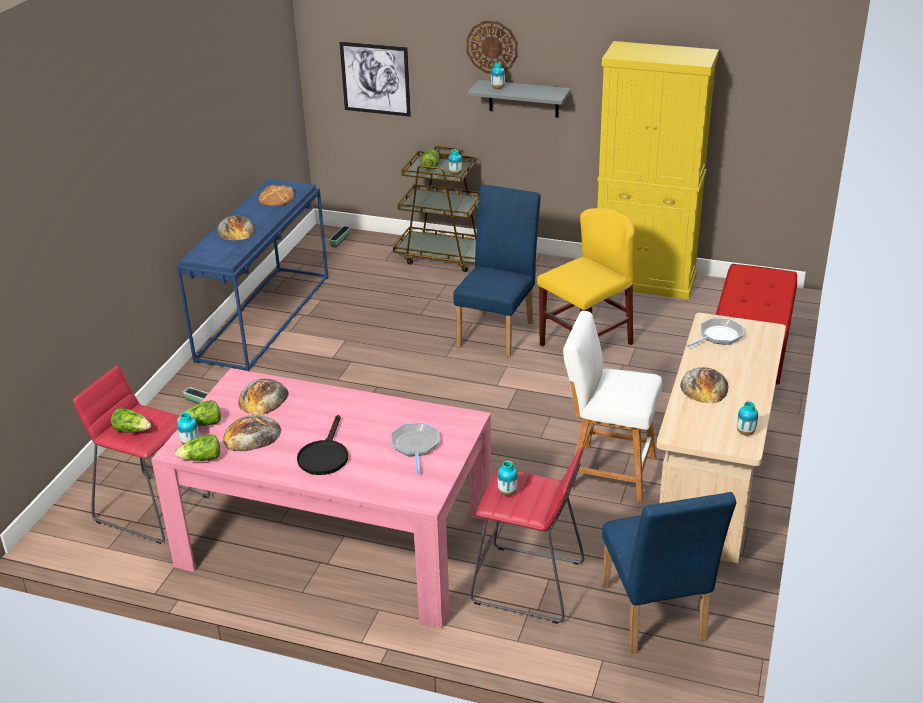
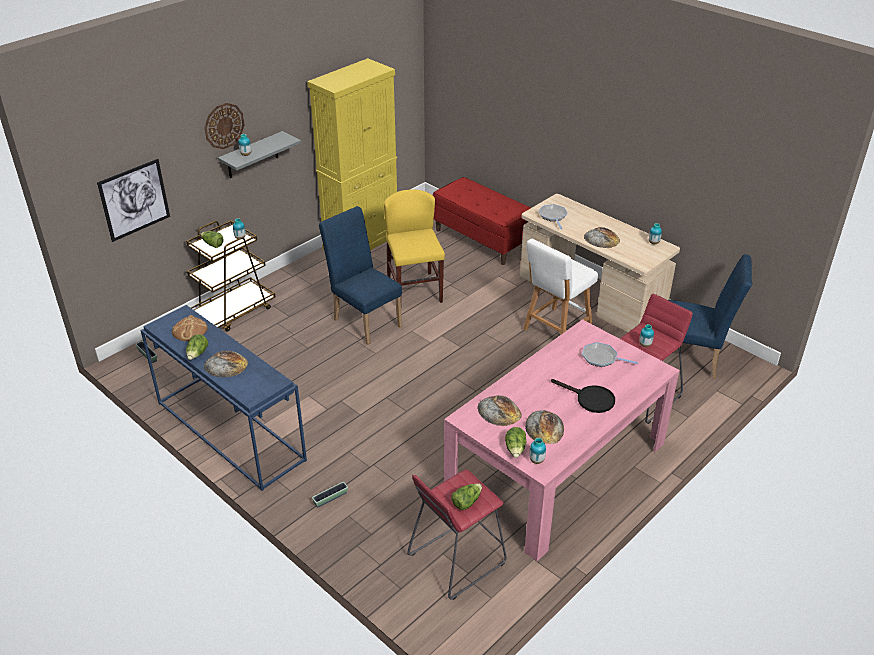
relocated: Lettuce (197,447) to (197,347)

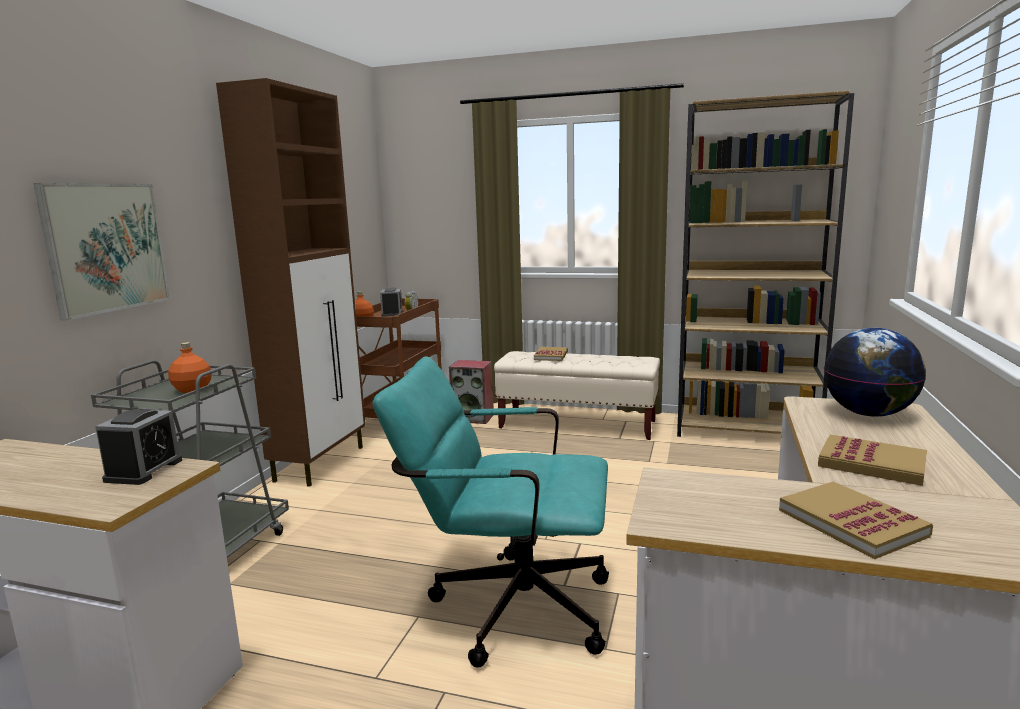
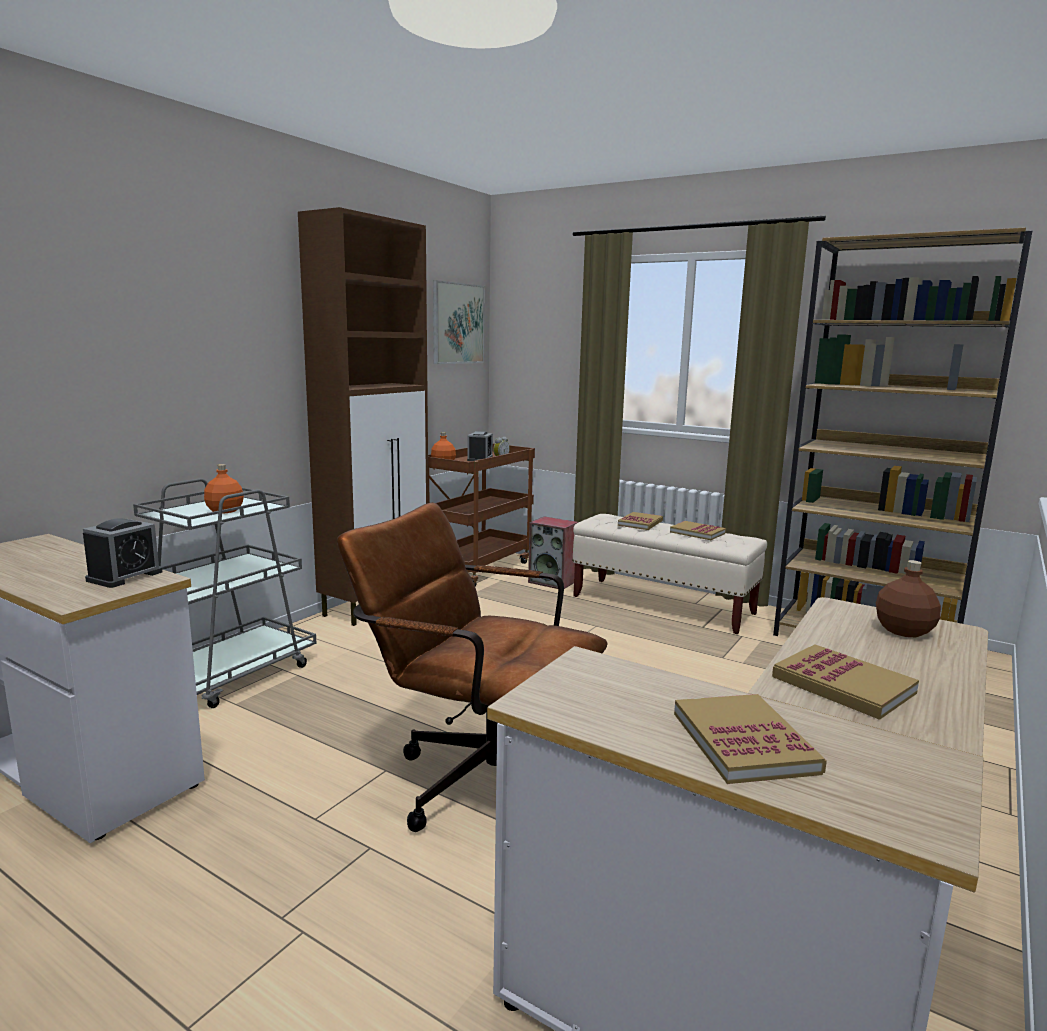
appeared: Book (698,530)
relocated: WallArt (102,252) to (459,322)
exchanged: WorldGlobe (875,372) to BrownishBeverageBottle (908,598)
colour: TurquoiseColouredDeskChair (491,511) to BrownishDeskChair (472,667)

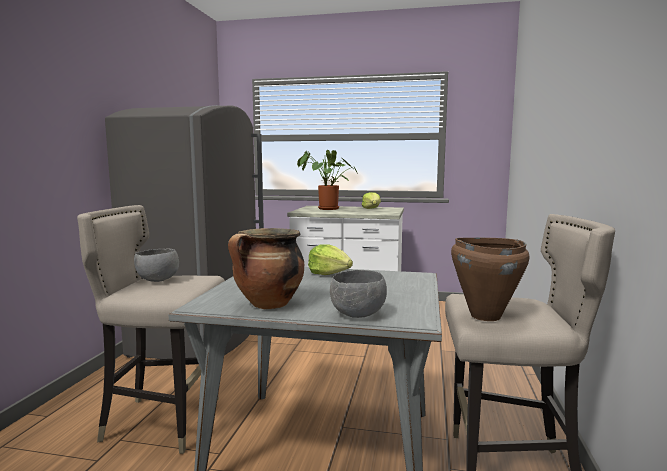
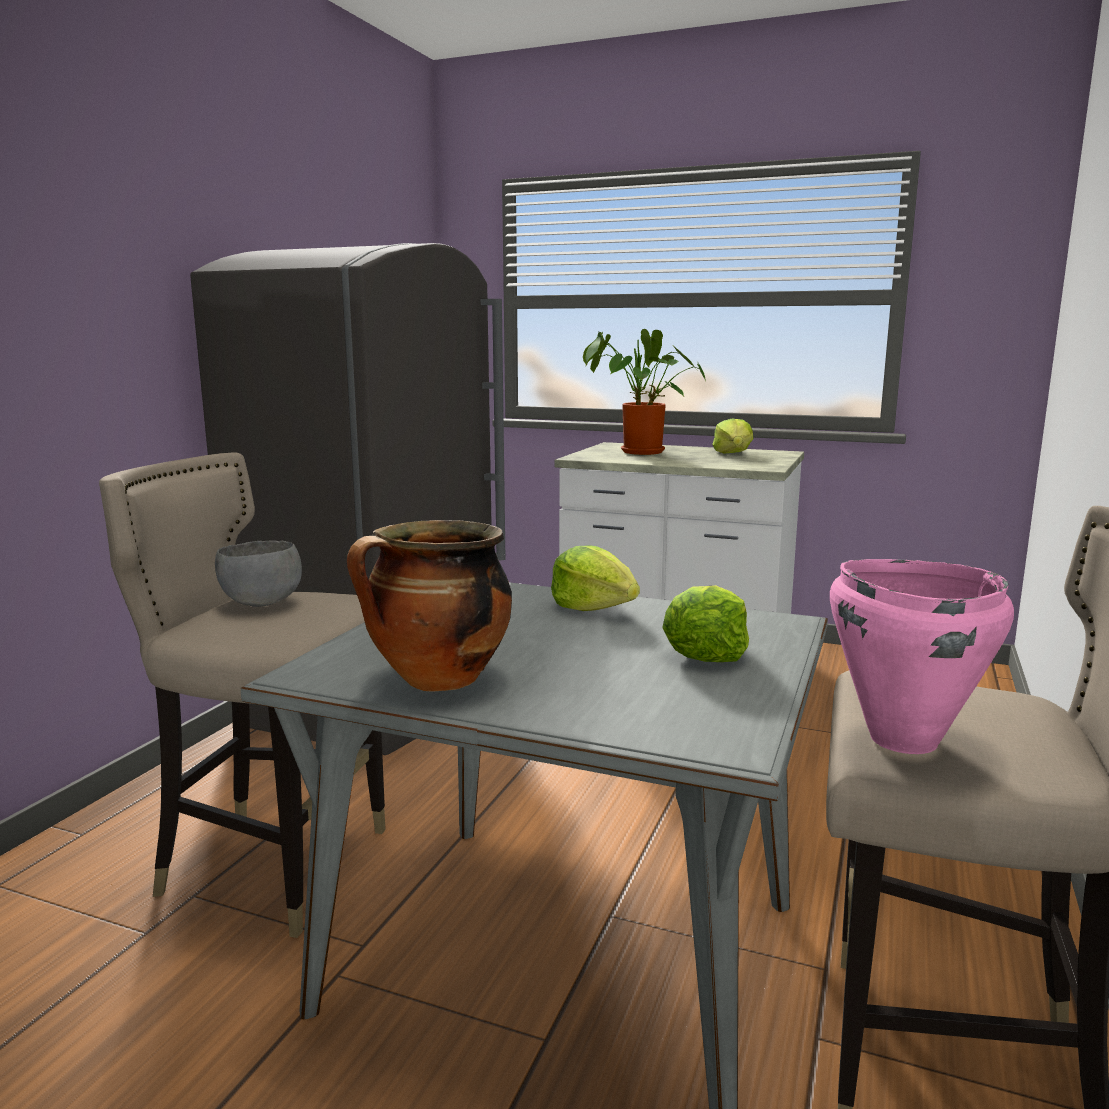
missing: GreyDeepDish (358,294)
appeared: Lettuce (705,623)
colour: BrownishSaucepot (490,279) to PinkishSaucepot (922,656)

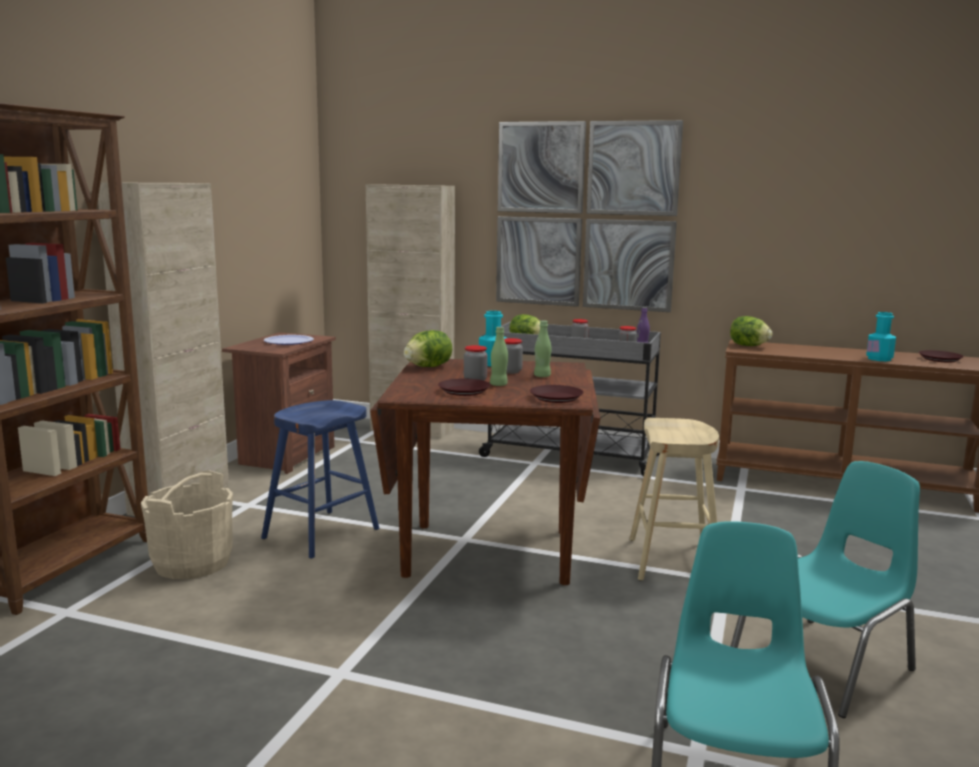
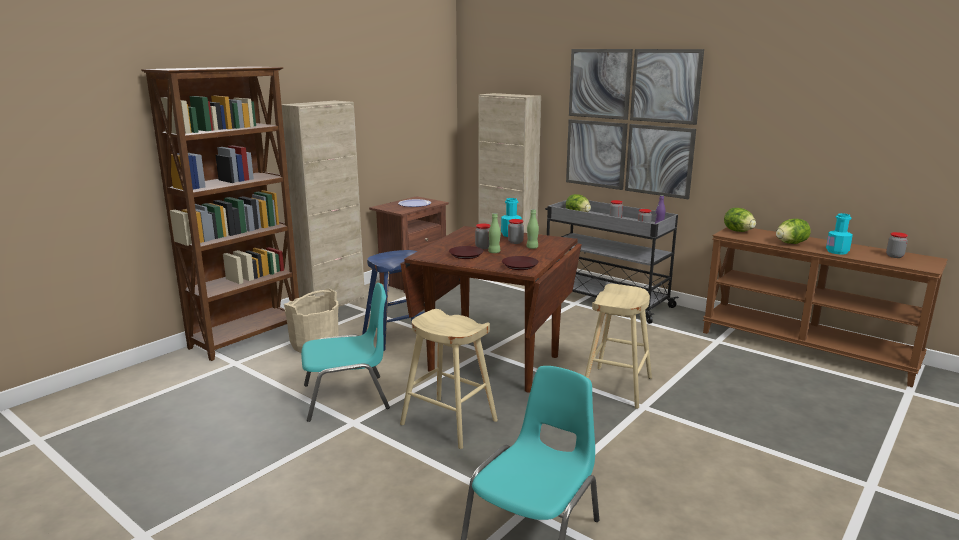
appeared: SandColouredSittingStool (449,379)
relocated: TurquoiseColouredPlainChair (825,589) to (345,352); Lettuce (428,348) to (793,231)
exchanged: BrownishPlate (941,356) to StorageJar (897,245)

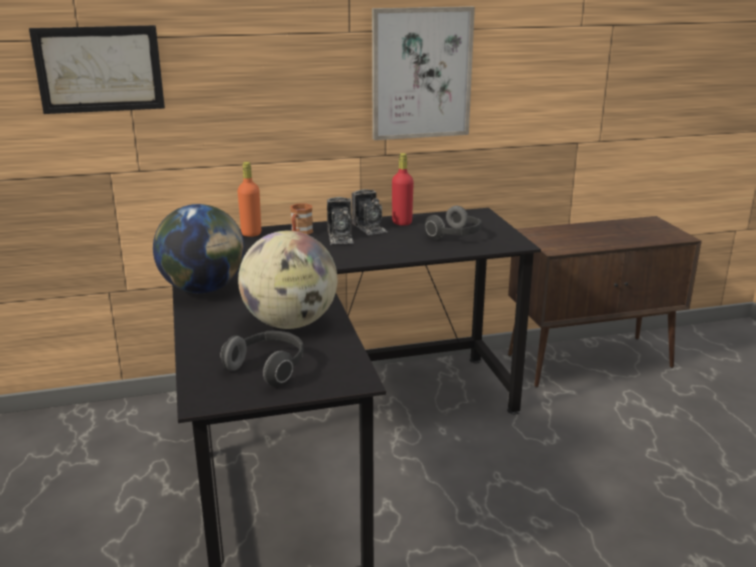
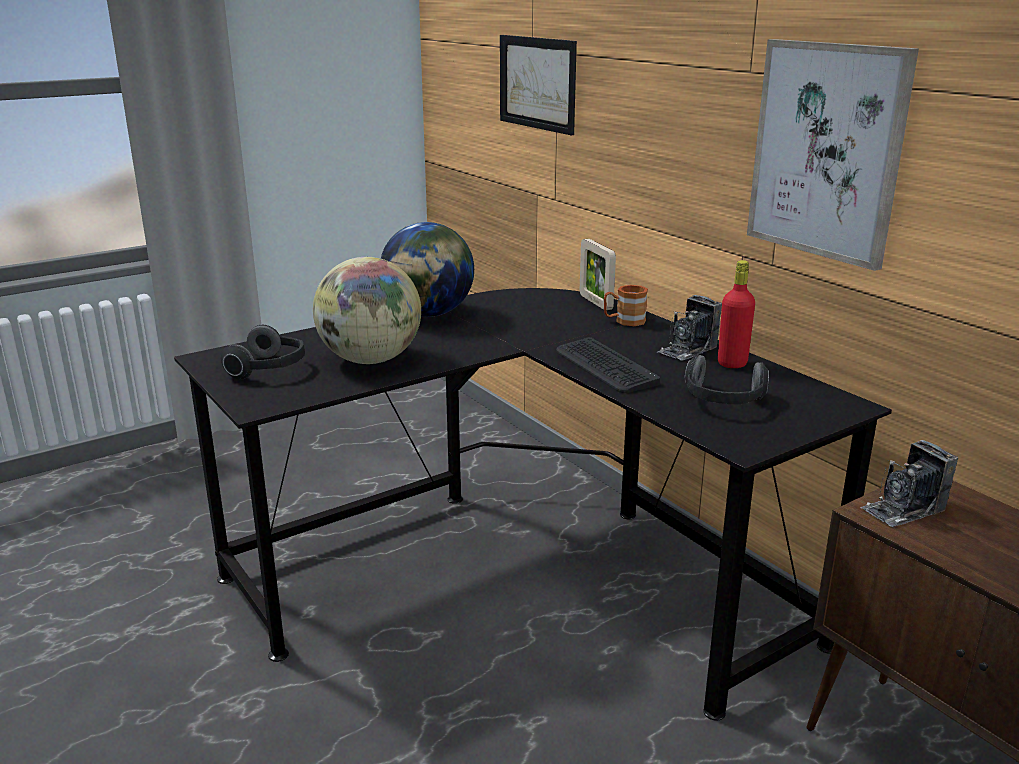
appeared: ComputerKeyboard (608,365)
relocated: StillCamera (340,220) to (909,483)
exchanged: OrangeColouredBeverageBottle (249,199) to PictureFrame (598,274)

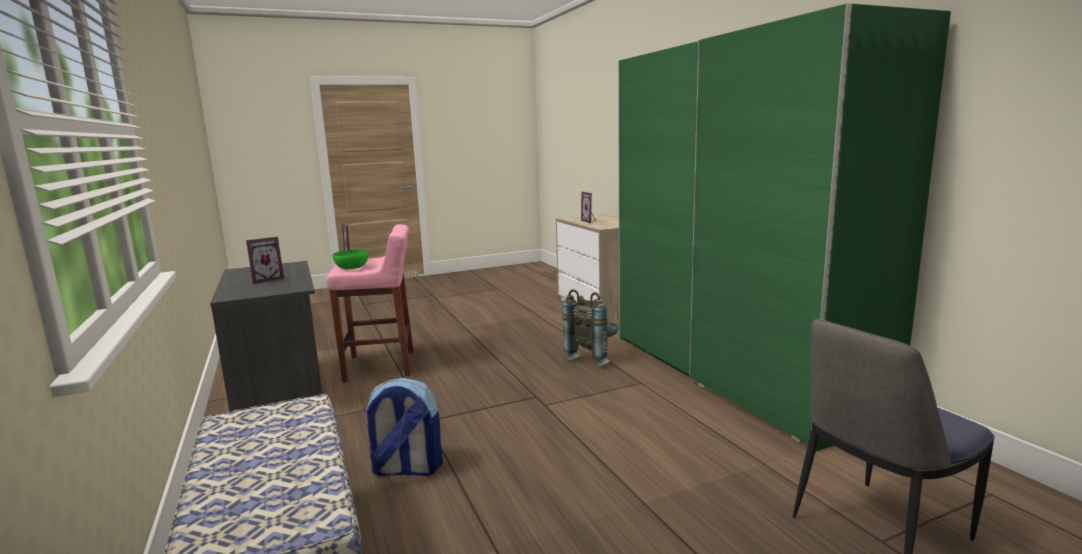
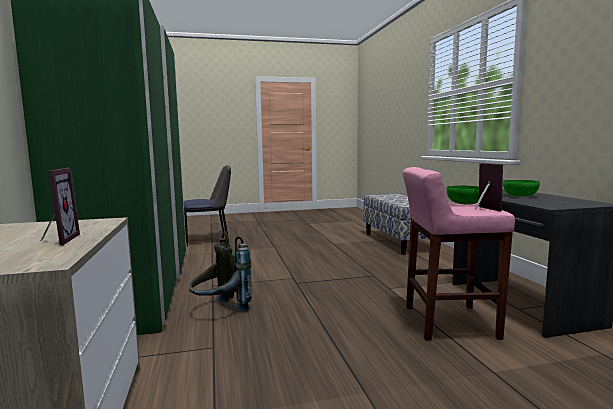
missing: Knapsack (403,427)
exchanged: PictureFrame (265,260) to GreenishDeepDish (521,188)

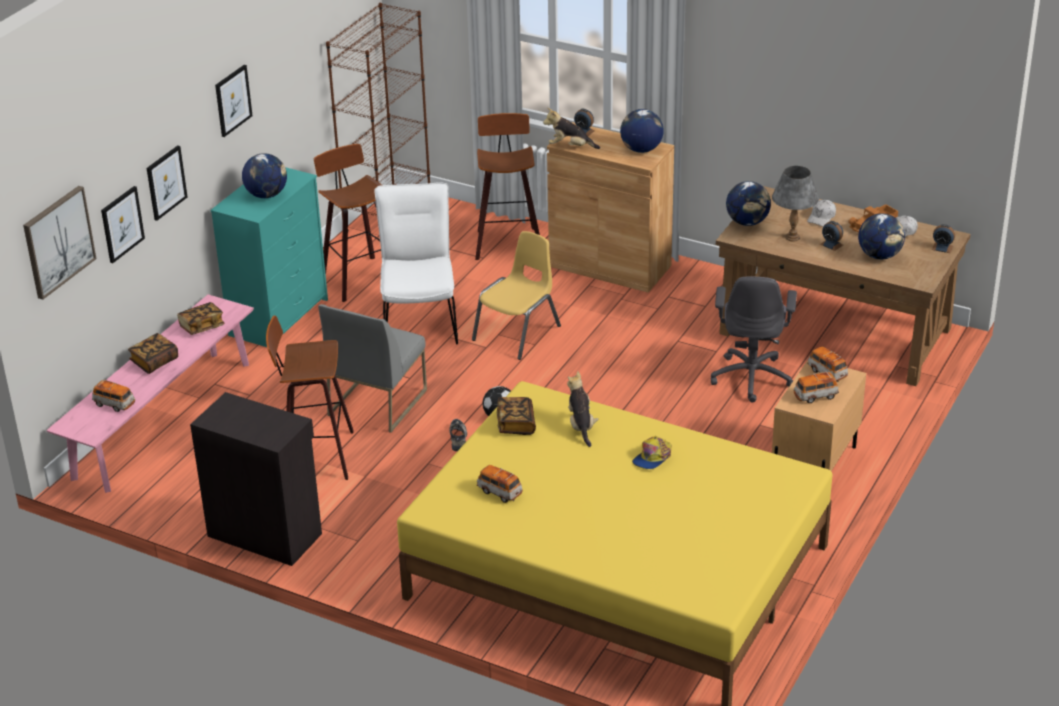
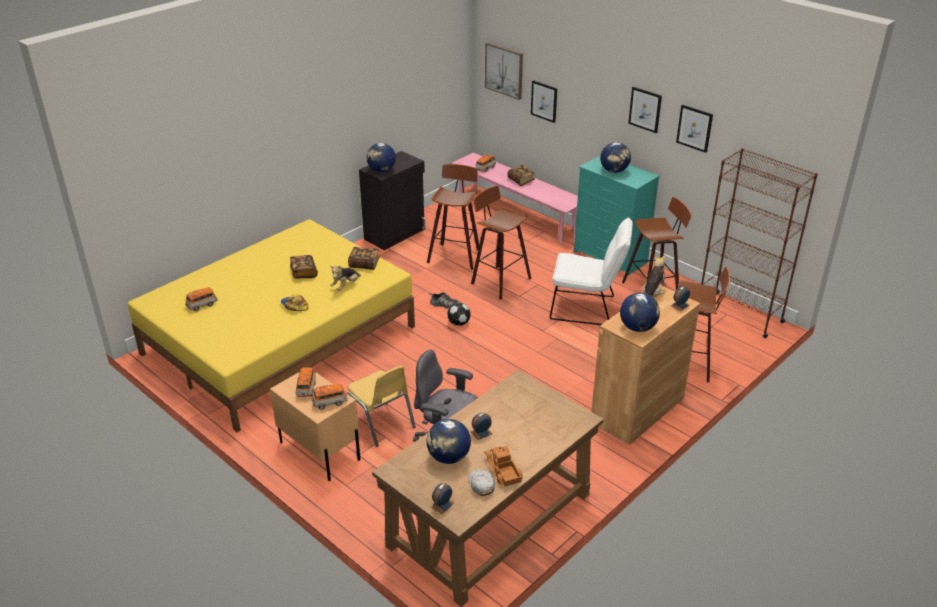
missing: GreyLampForATable (795,203); WhiteBaseballCap (821,213)
relocated: ModelCar (500,484) to (201,299); Book (200,318) to (304,266); YellowishPlainChair (516,295) to (381,406); WorldGlobe (748,203) to (381,157); WallArt (167,183) to (694,129)
exchanged: GreyPlainChair (372,368) to SittingStool (501,242)
spun: CuddlyToy (582,409) = (345,278) 120 degrees clockwise

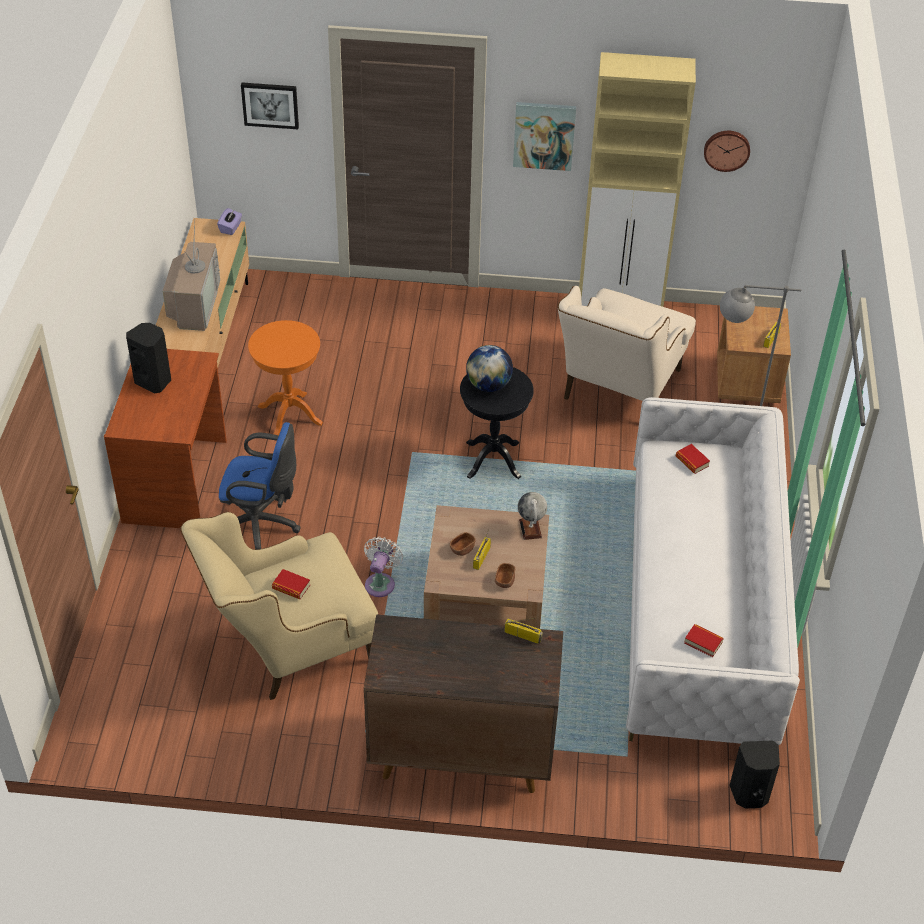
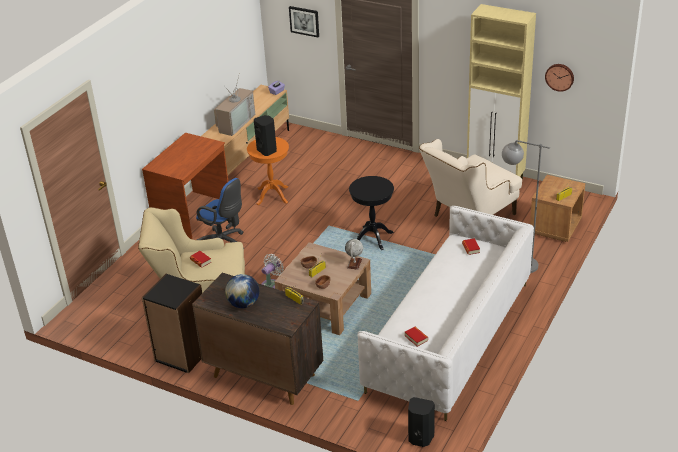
missing: WallArt (544,136)
appeared: BlackColouredBookcase (172,324)
relocated: WorldGlobe (489,368) to (242,291); BlackColouredLoudspeaker (148,358) to (265,135)

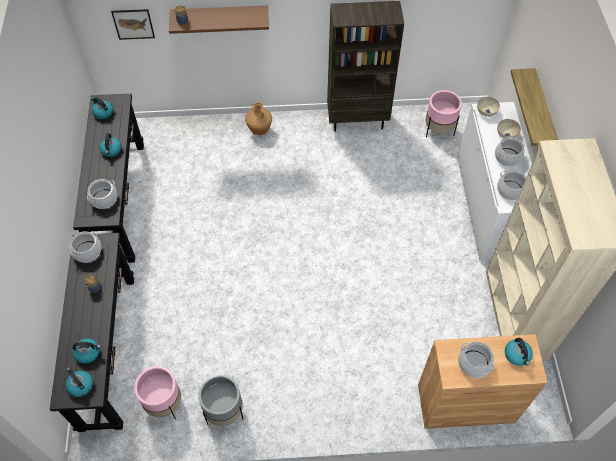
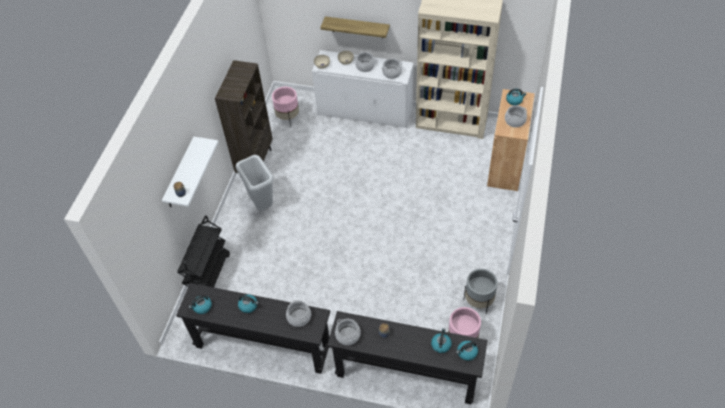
missing: WallArt (133,24); BrownishDecorativeVase (258,118)
appeared: BlackColouredCart (203,251); GreyWasteBin (255,183)
colour: BrownishBracketShelf (219,19) to WhiteBracketShelf (190,171)

